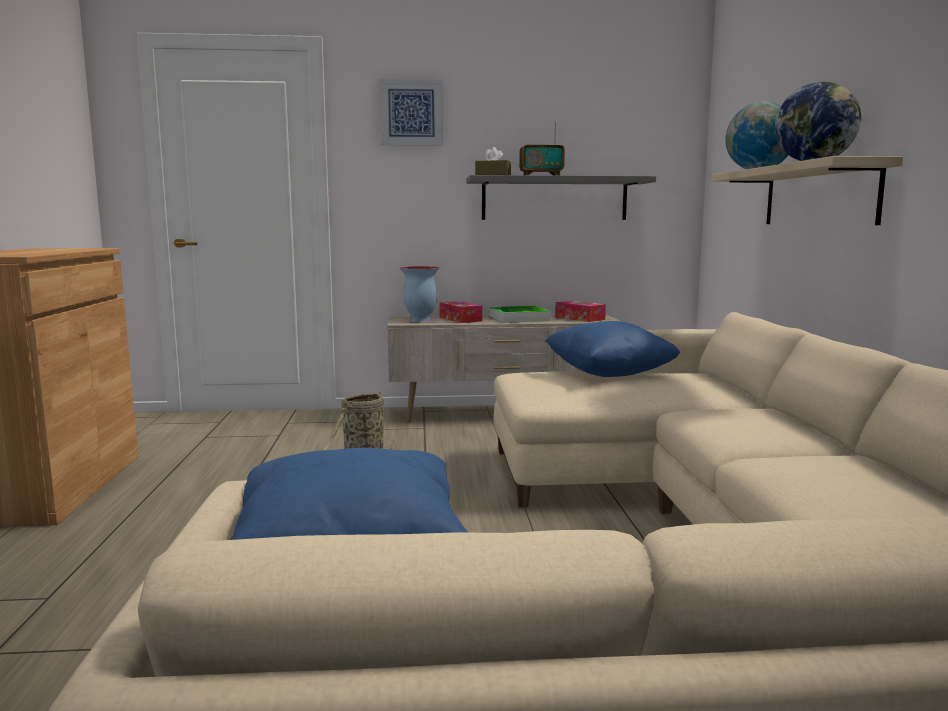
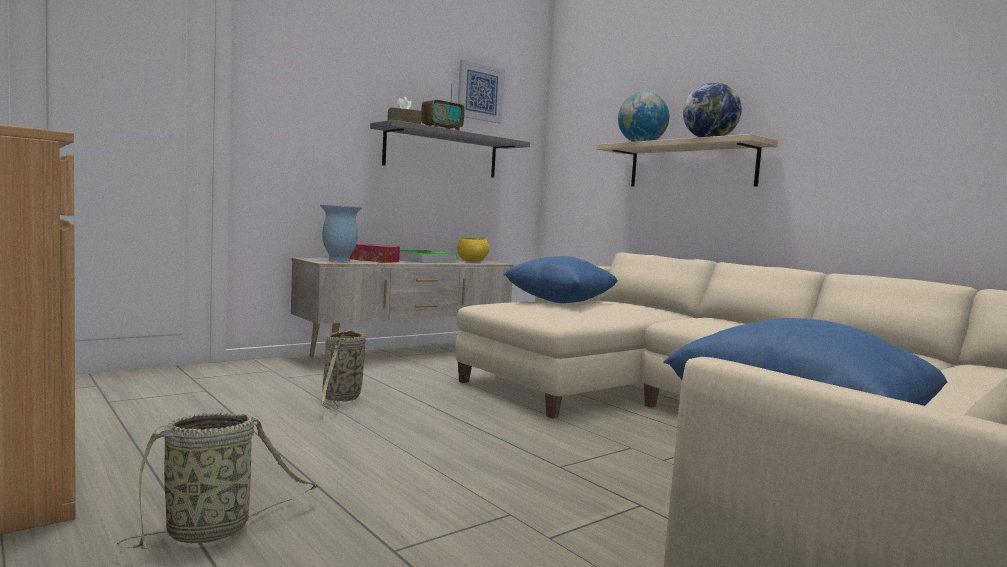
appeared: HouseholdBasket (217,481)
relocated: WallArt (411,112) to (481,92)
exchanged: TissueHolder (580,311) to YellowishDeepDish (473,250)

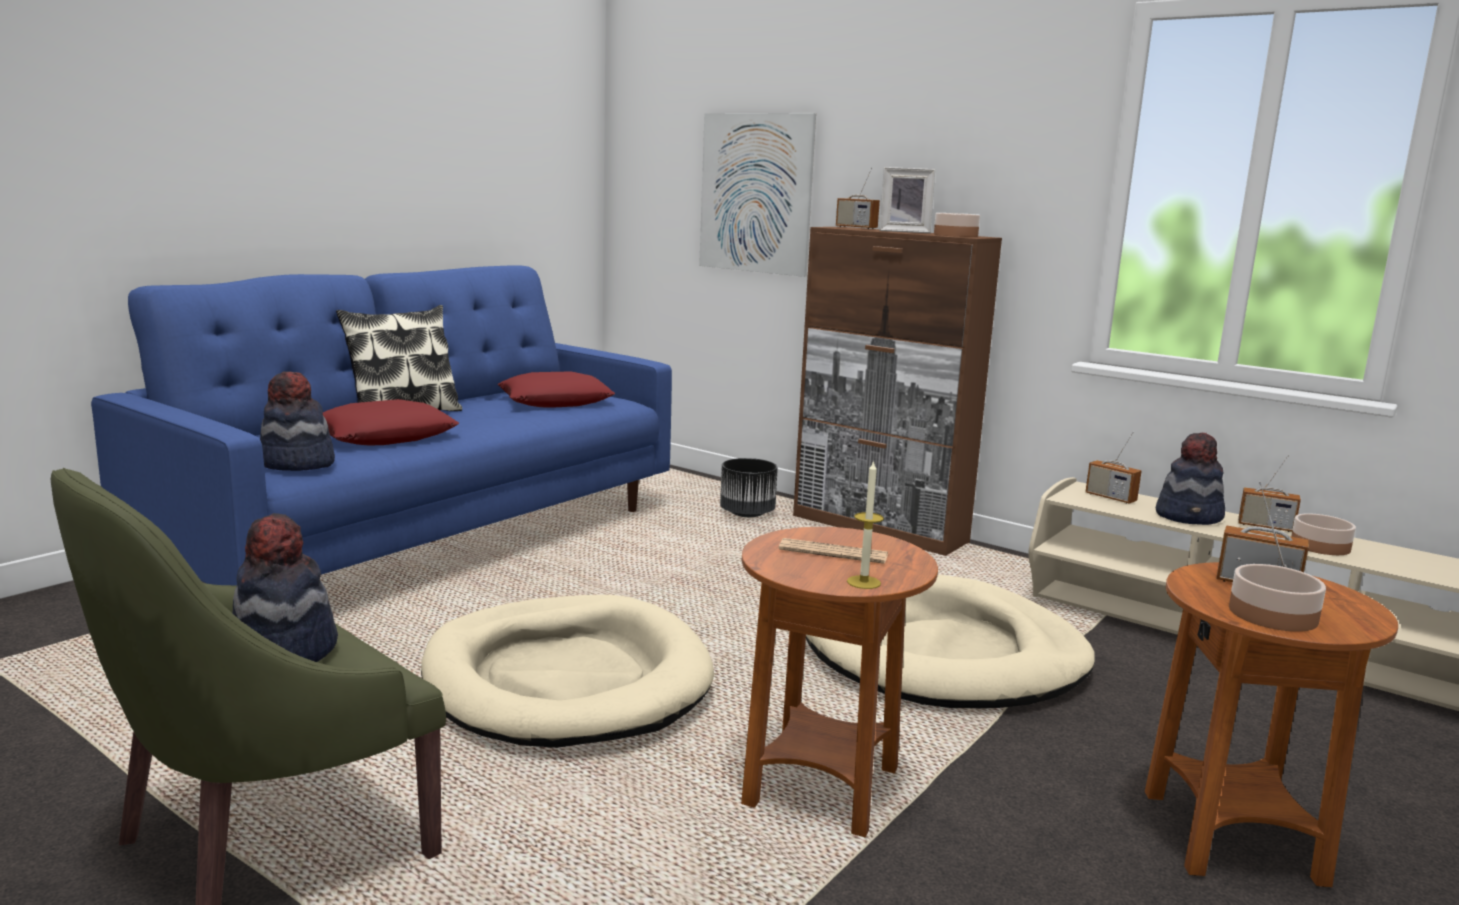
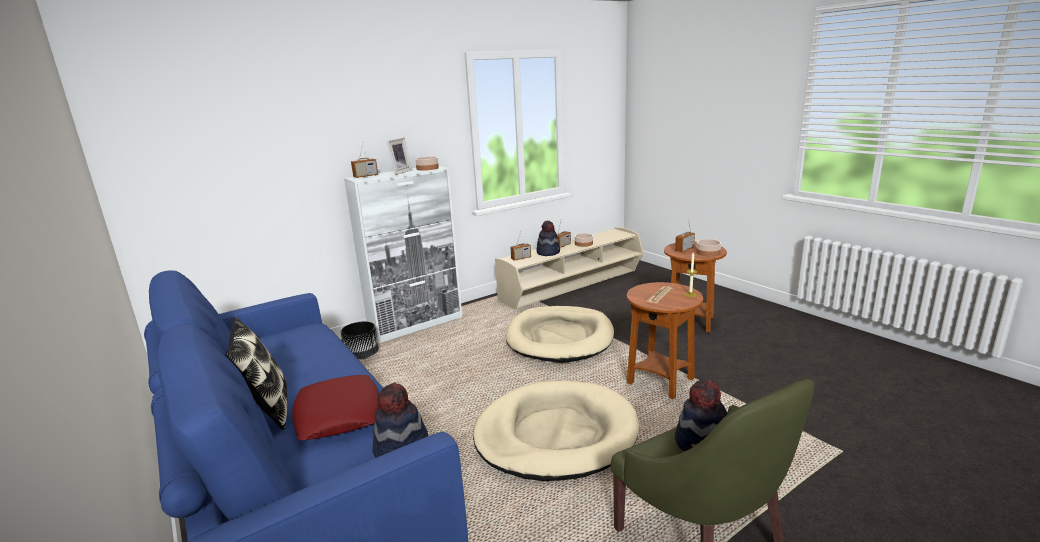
missing: RedColouredCushion (556,389); WallArt (757,195)
colour: BrownishStorageCabinet (897,391) to WhiteStorageCabinet (403,254)

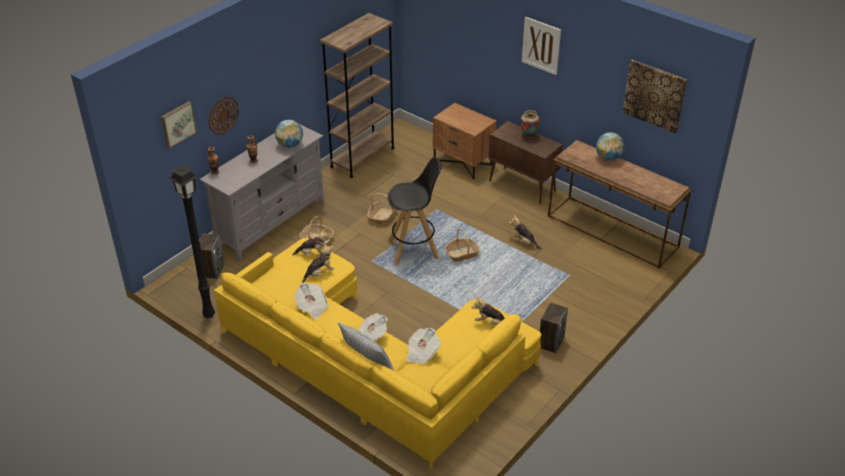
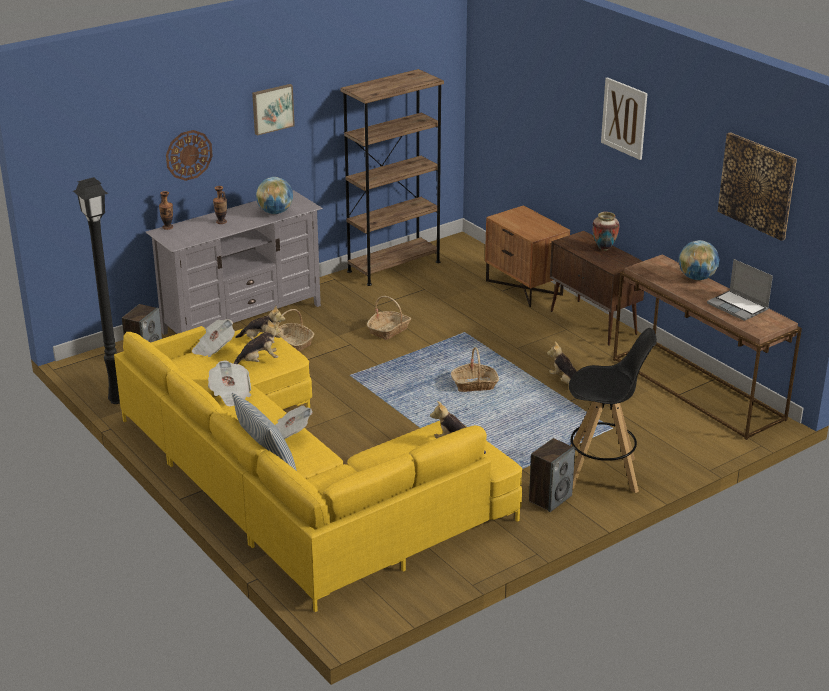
appeared: PortableComputer (740,290)
relocated: DailyPaper (423,346) to (213,338); WallArt (179,124) to (273,110); BlackColouredSittingStool (415,211) to (613,410)

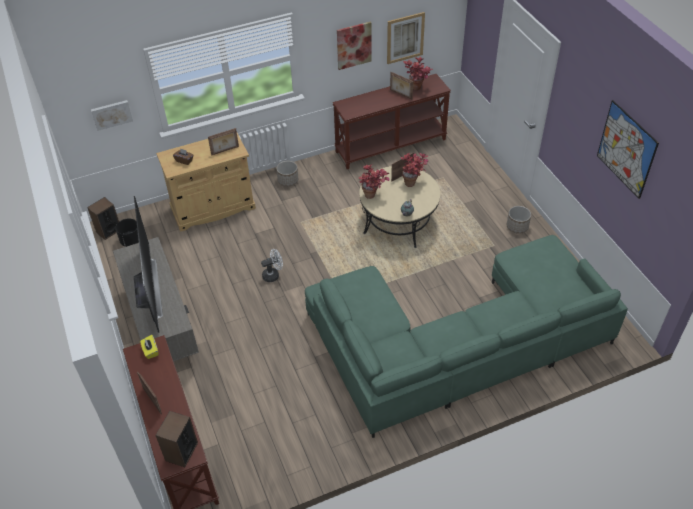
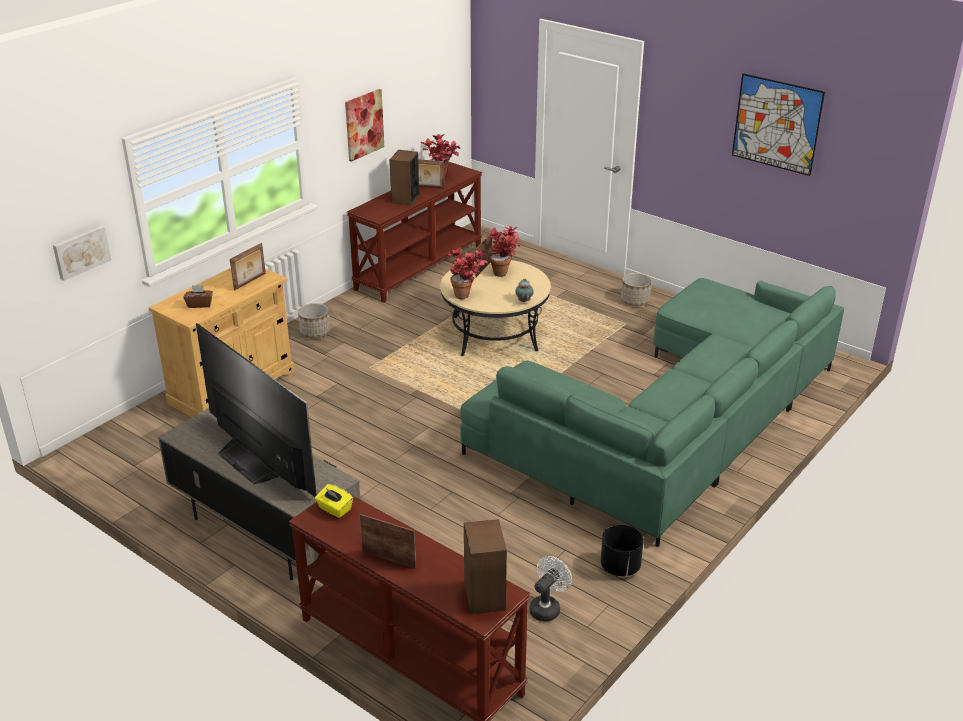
missing: WallArt (406,38)
relocated: Loudspeaker (103,218) to (404,178); WhiteCoolingFan (272,265) to (550,588); BlackColouredPlanter (127,232) to (622,550)

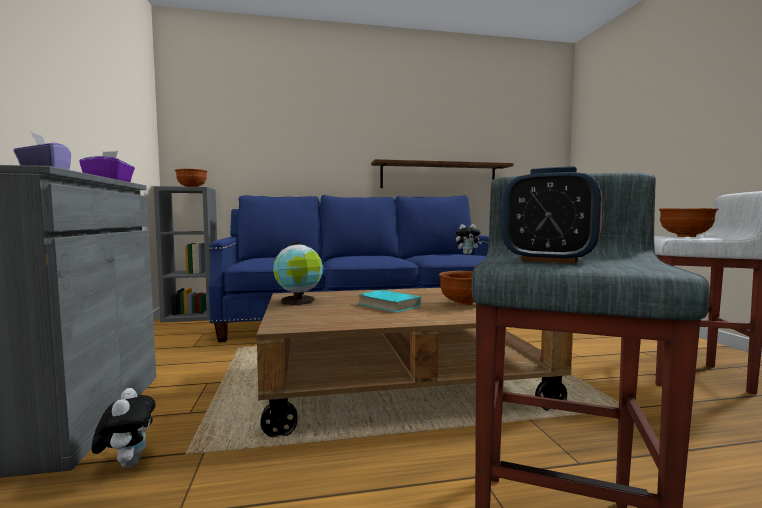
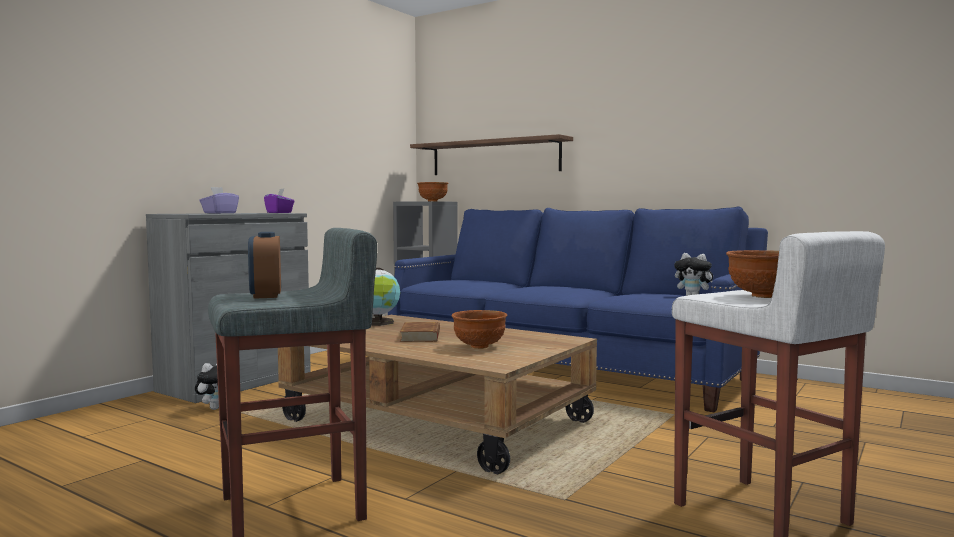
relocated: BracketShelf (442,173) to (491,154)
colour: TurquoiseColouredBook (389,301) to BrownishBook (420,332)

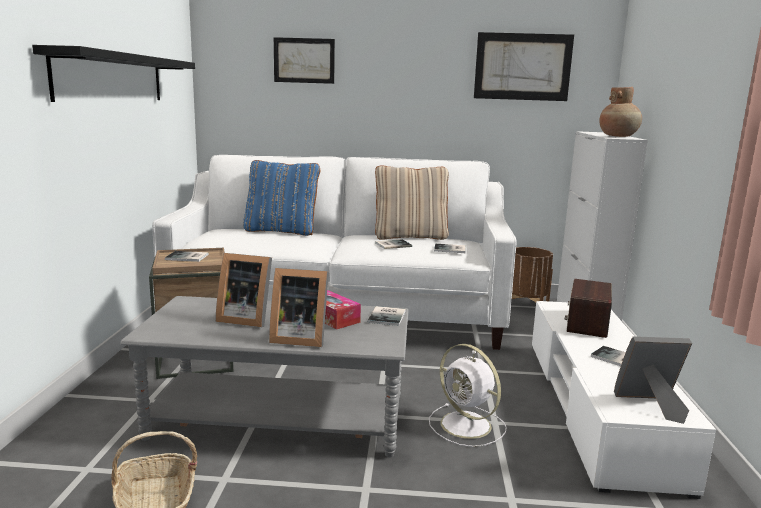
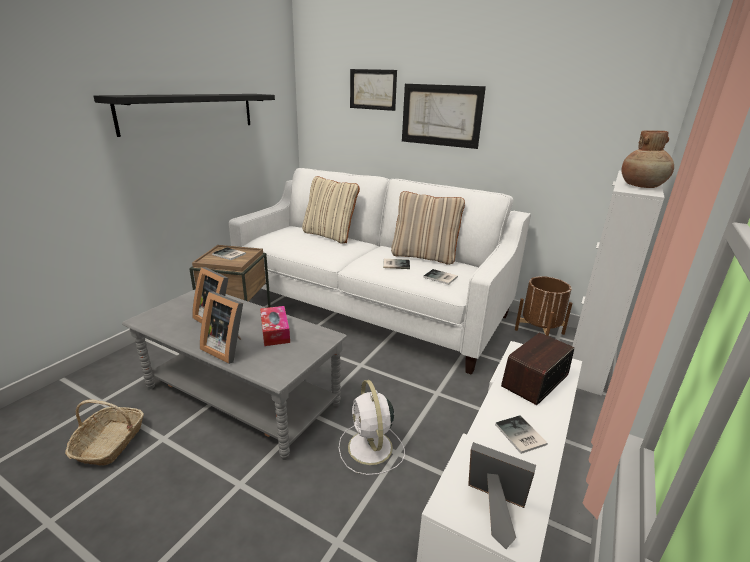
missing: Book (386,316)
relocated: WallArt (524,66) to (444,116)
colour: BlueColouredCushion (281,198) to SandColouredCushion (331,209)

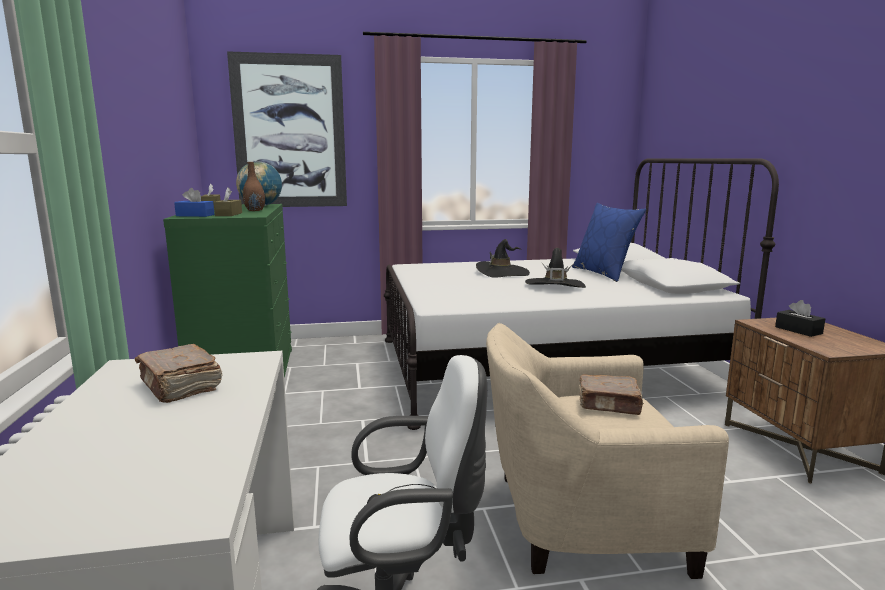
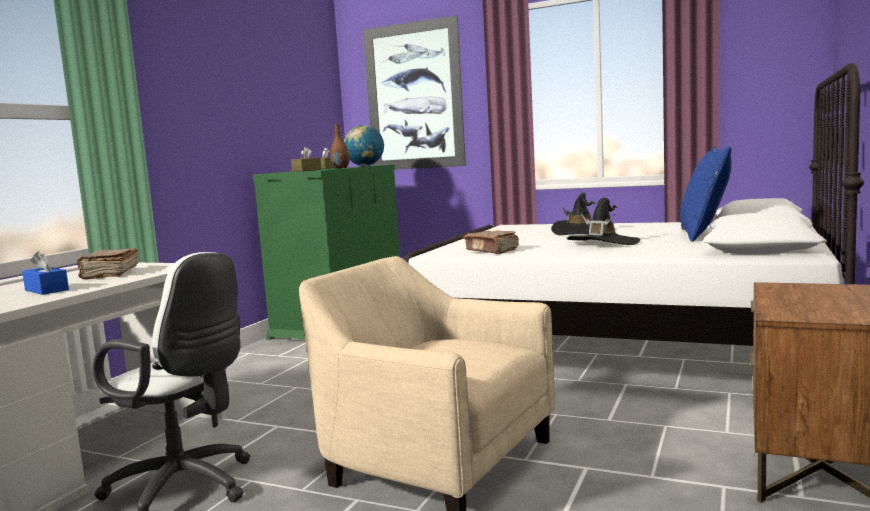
missing: BlackColouredTissueHolder (800,318)
relocated: BlueColouredTissueHolder (194,202) to (45,273); BrownishBook (611,394) to (491,242)

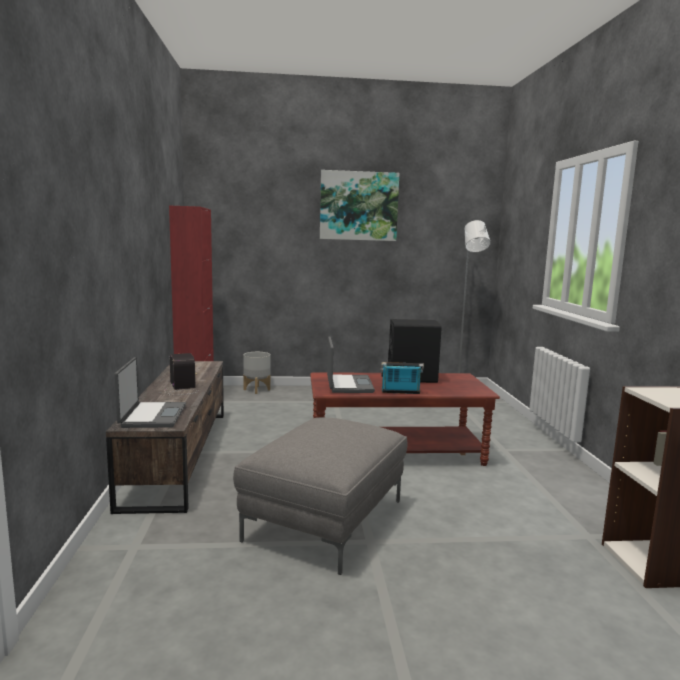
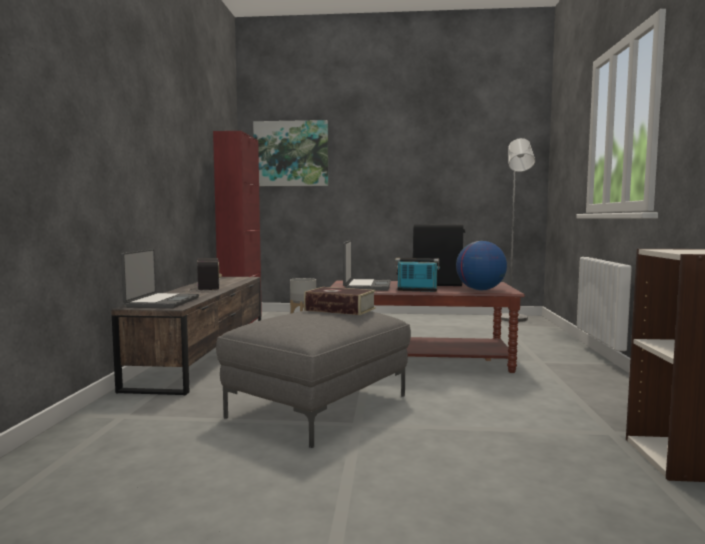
appeared: Book (340,301); WorldGlobe (481,265)
relocated: WallArt (359,205) to (290,153)

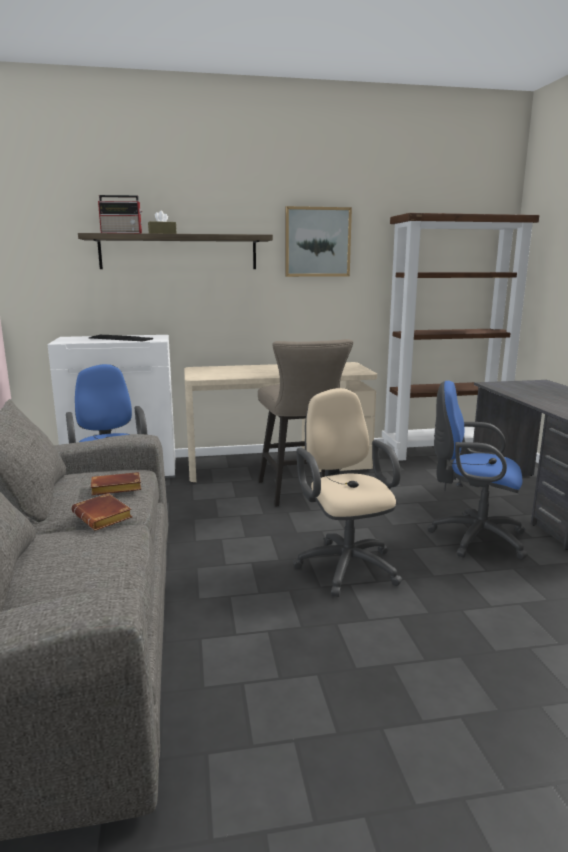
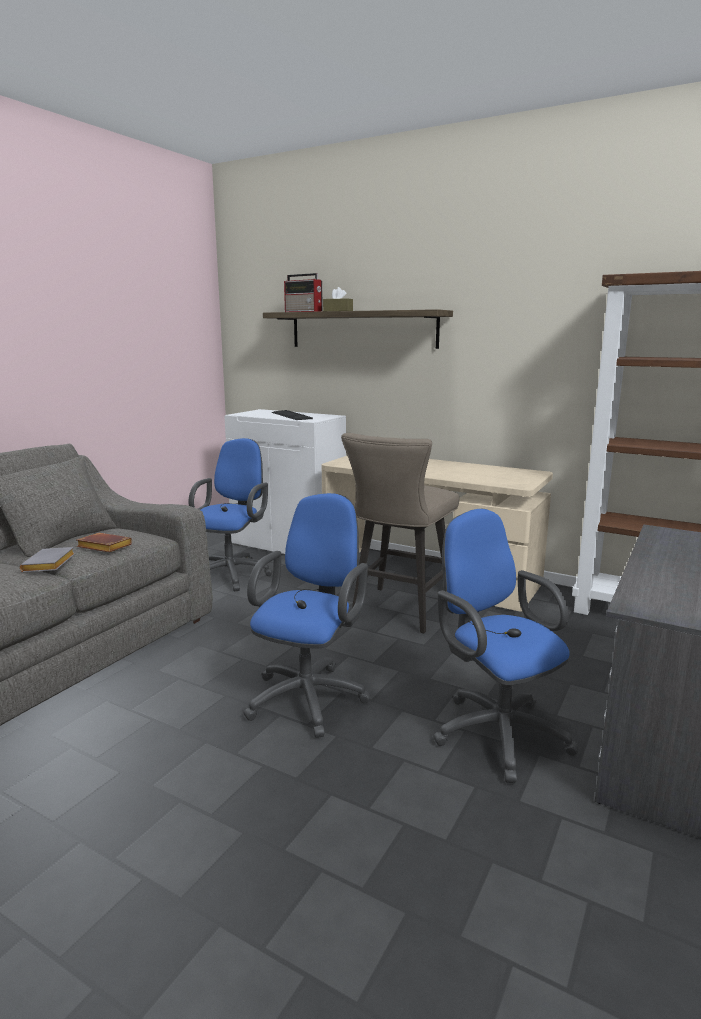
missing: WallArt (318,241)
colour: BrownishBook (102,511) to GreyBook (47,559); SandColouredDeskChair (347,492) to BlueColouredDeskChair (307,615)

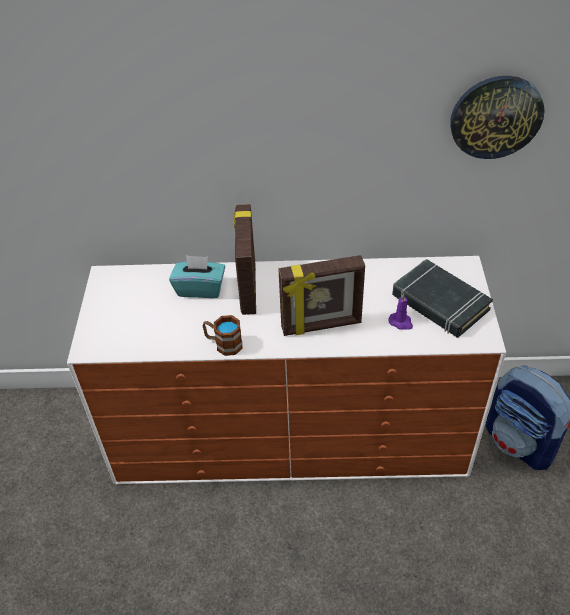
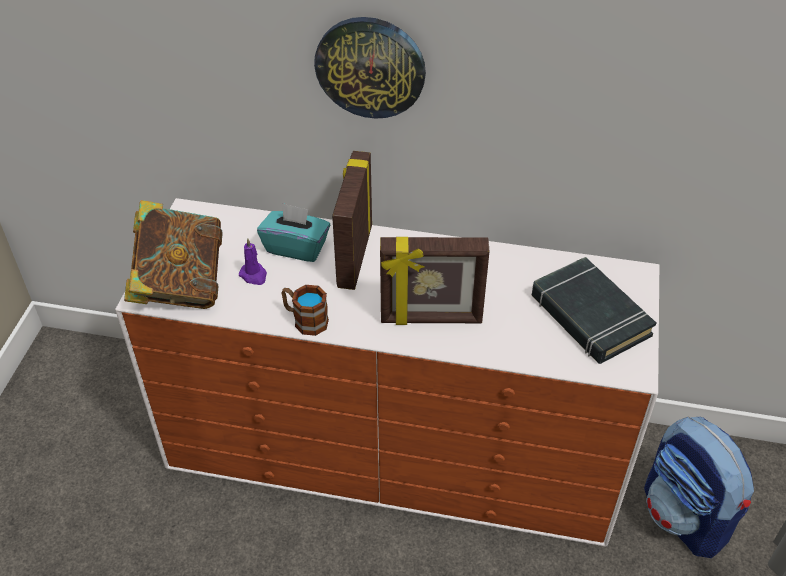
appeared: Book (173,254)
relocated: PurpleColouredWaxLight (400,311) to (253,261); WallClock (497,117) to (370,68)

